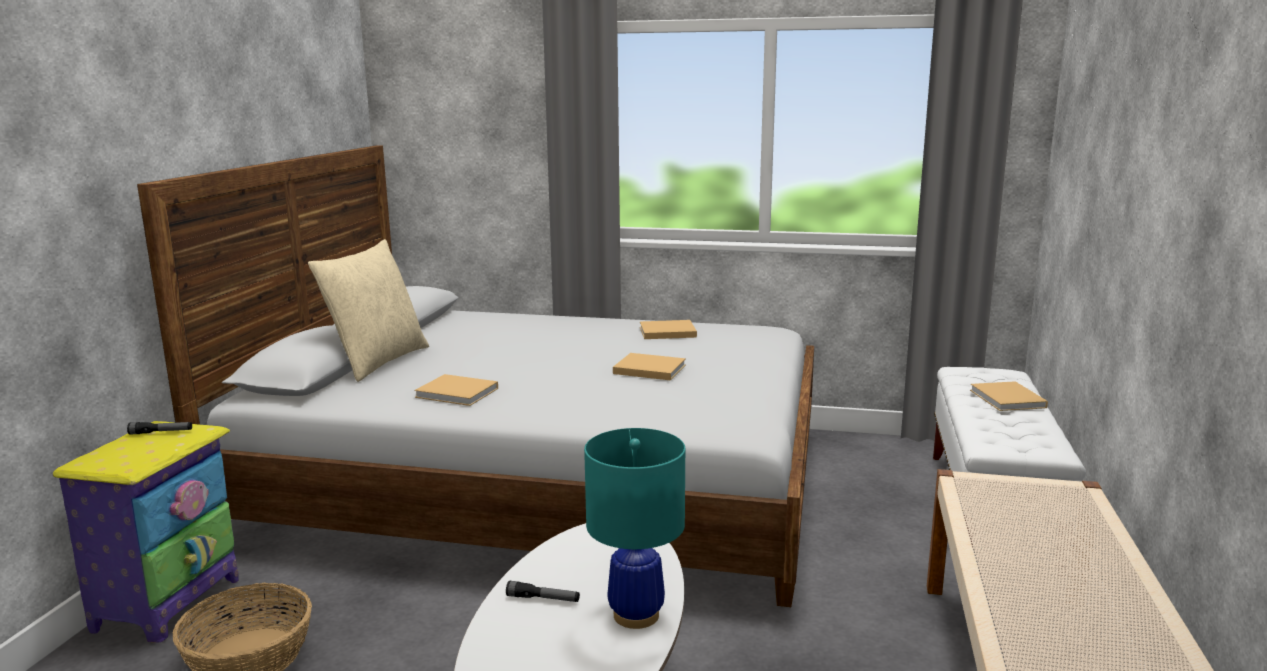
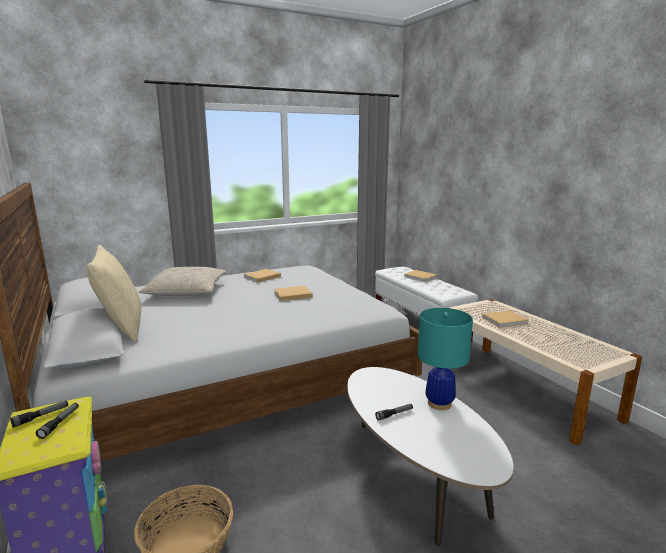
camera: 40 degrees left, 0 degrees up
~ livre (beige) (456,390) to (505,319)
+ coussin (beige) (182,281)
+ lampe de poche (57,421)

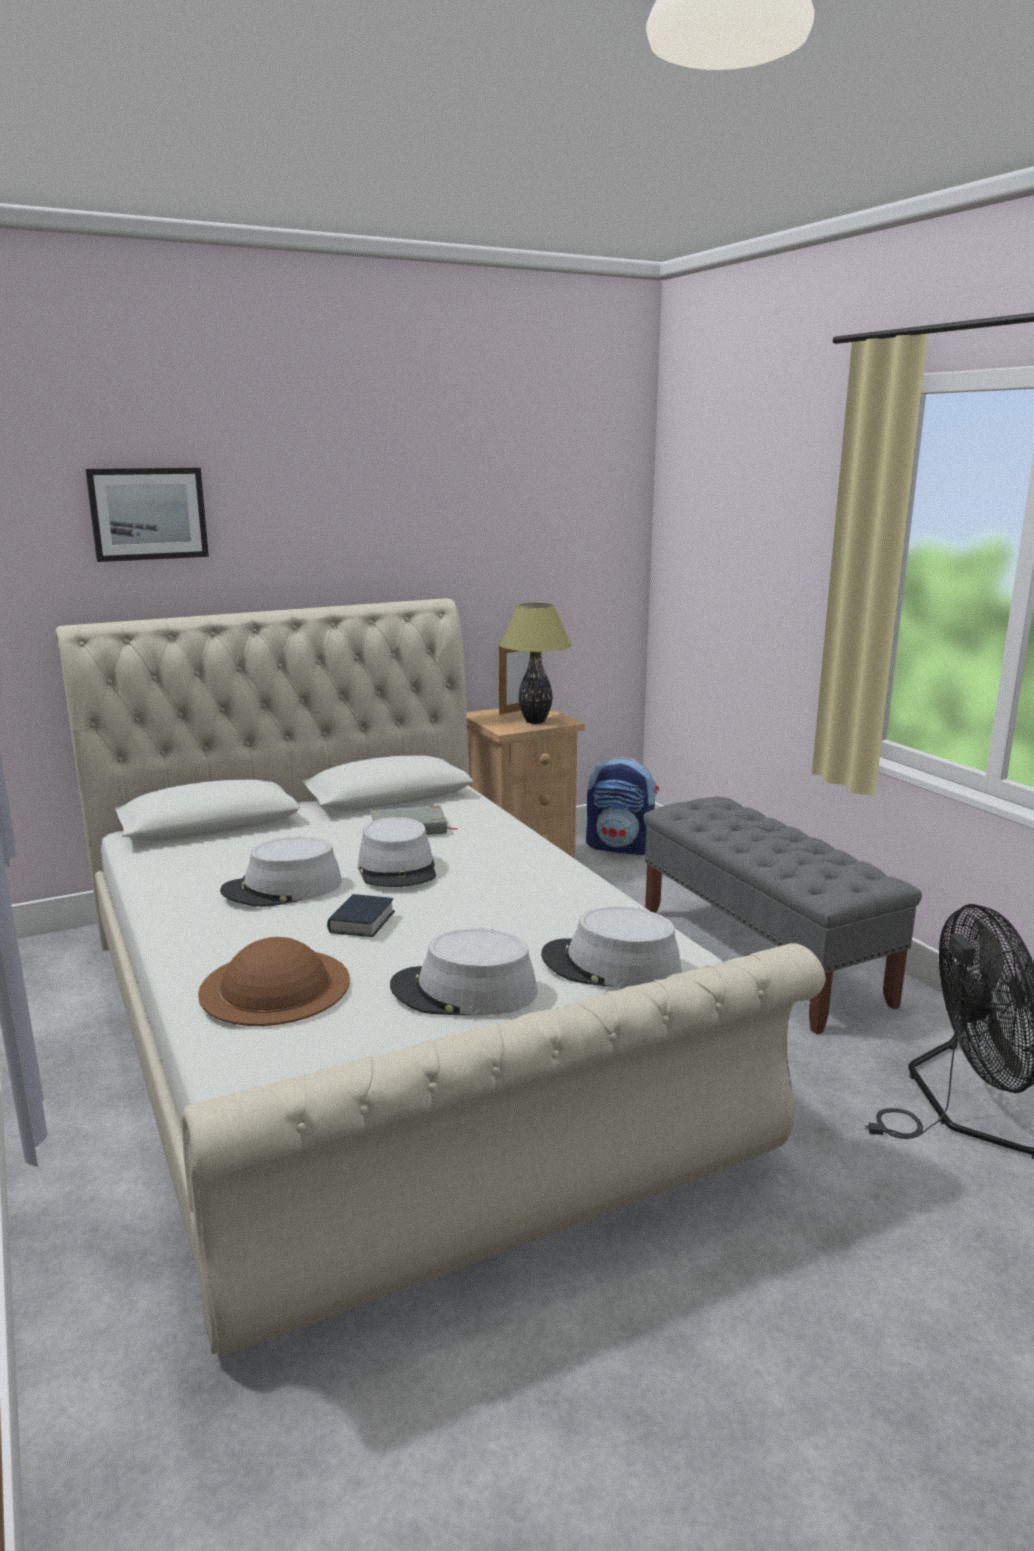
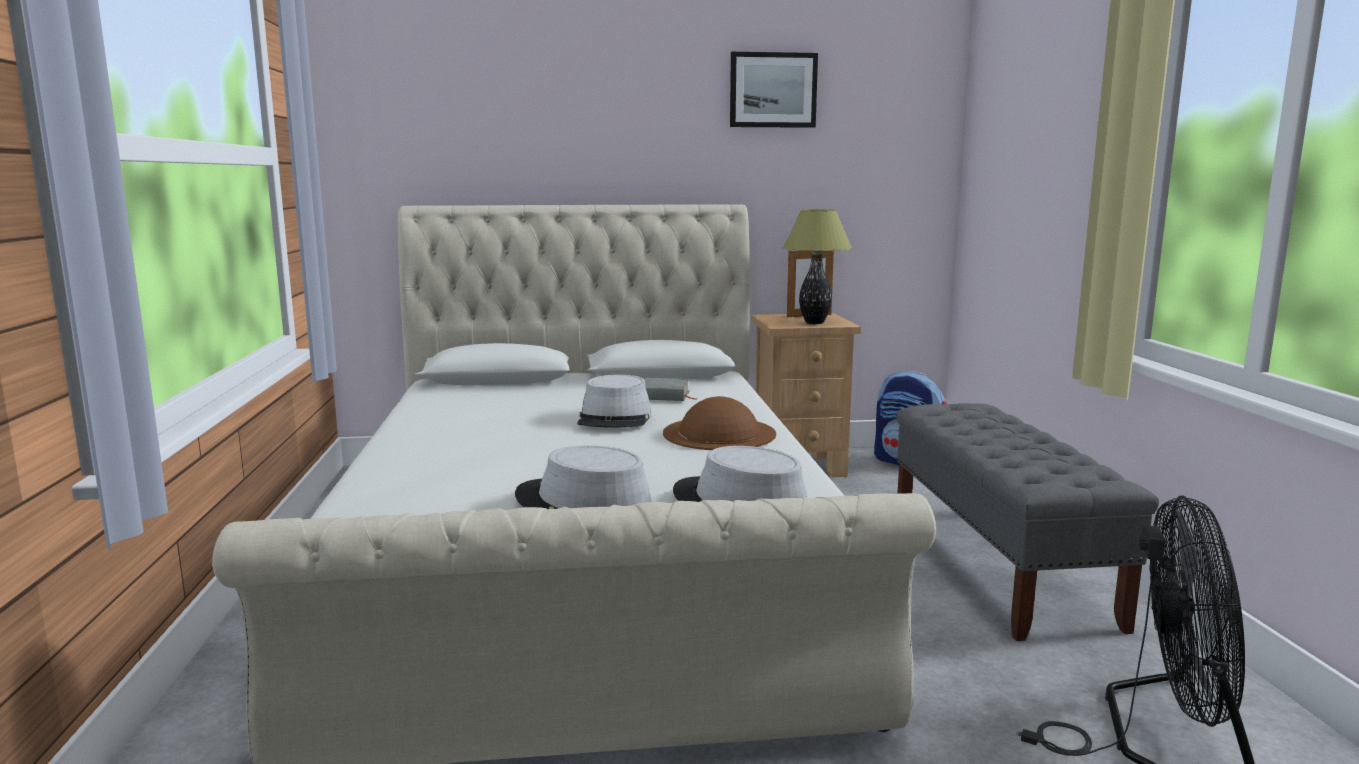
camera: 20 degrees right, 5 degrees down
~ tableau (147,515) to (774,90)
- chapeau (gris) (281,872)
- livre (361,915)
~ chapeau (marron) (274,981) to (719,423)

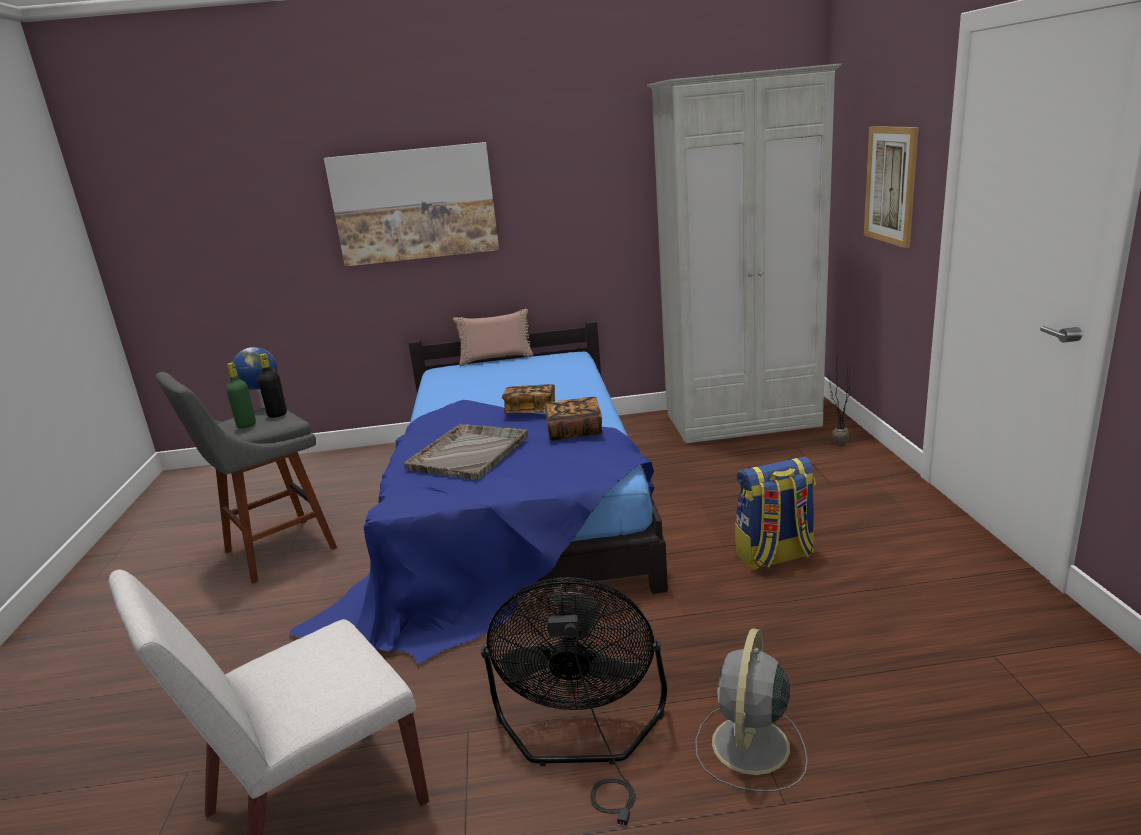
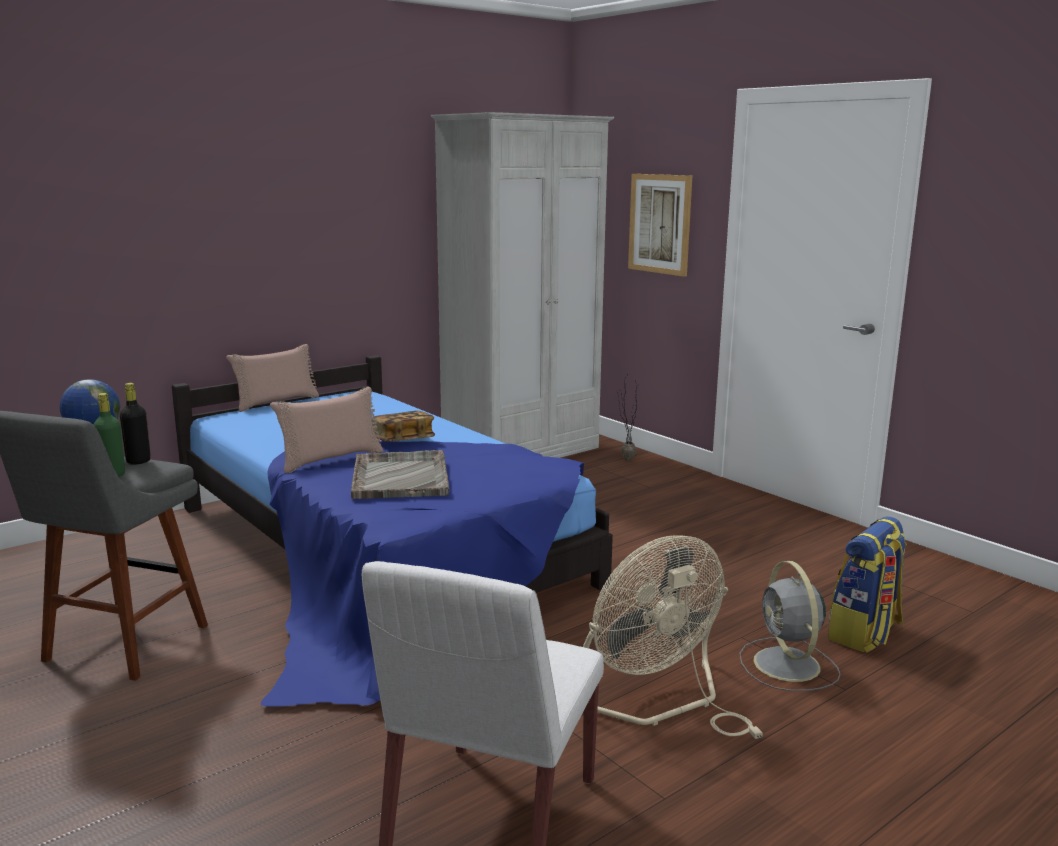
camera: 35 degrees left, 5 degrees down
- tableau (411,204)
- livre (573,419)
~ sac à dos (775,513) to (867,584)
~ ventilateur (noir) (574,701) to ventilateur (beige) (673,637)
+ coussin (beige) (326,430)

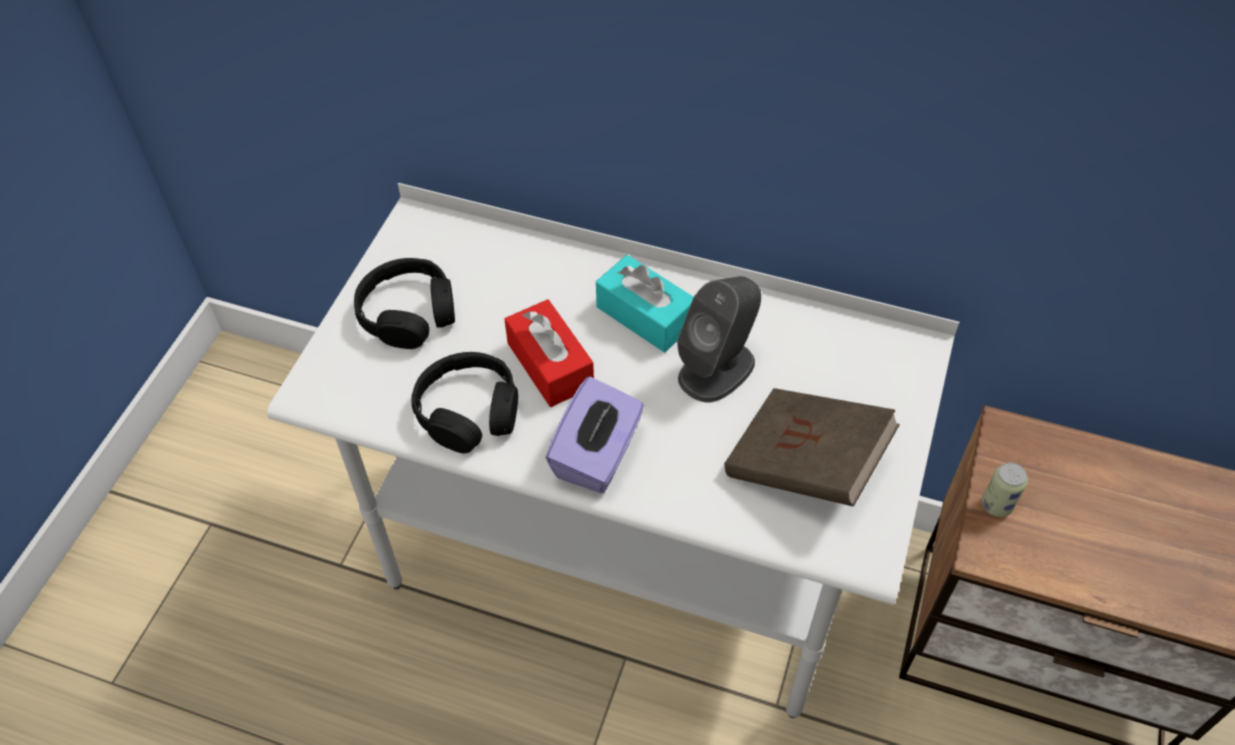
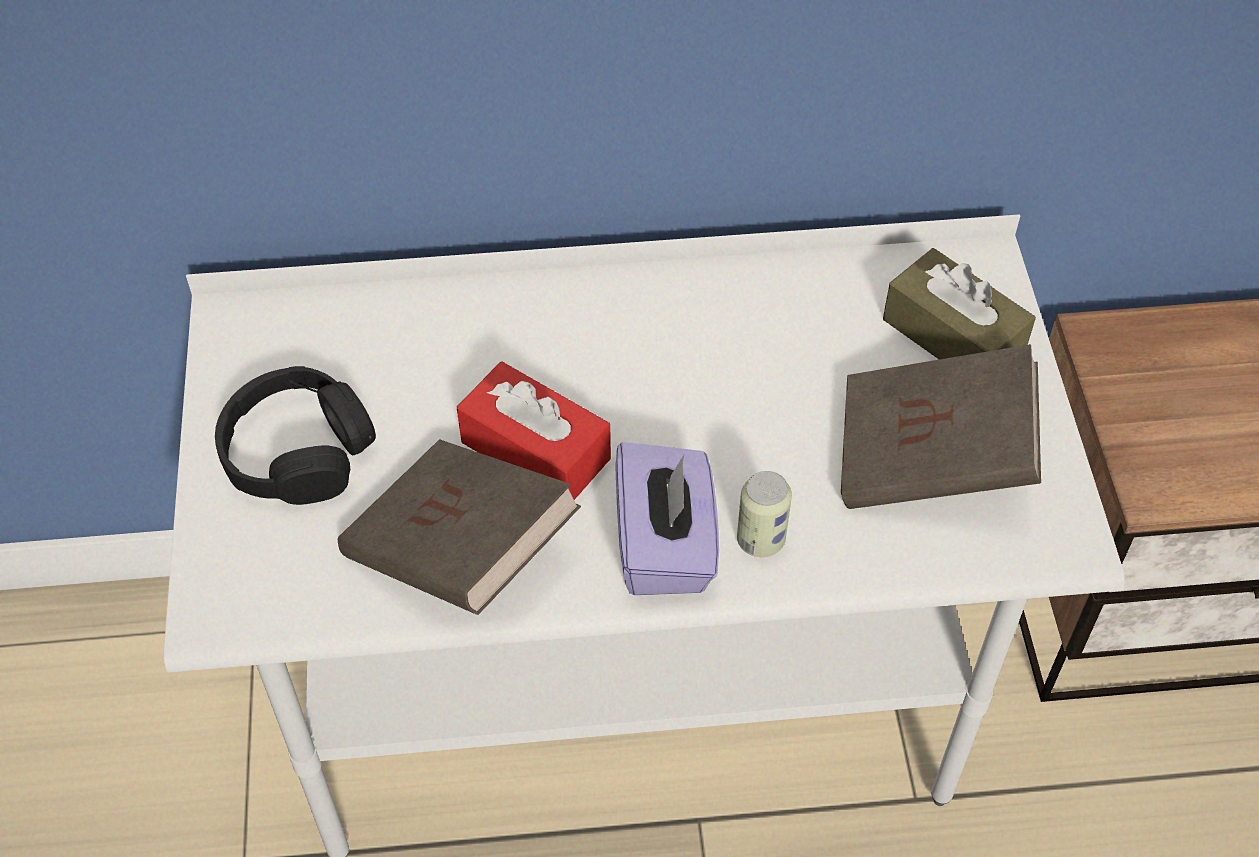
camera: 25 degrees left, 0 degrees up
- boîte à mouchoirs (turquoise) (644,303)
- enceinte (gris) (719,339)
~ casque audio (noir) (464,402) to livre (marron) (459,527)
~ boîte métallique (1005,490) to (764,514)
+ boîte à mouchoirs (marron) (959,304)

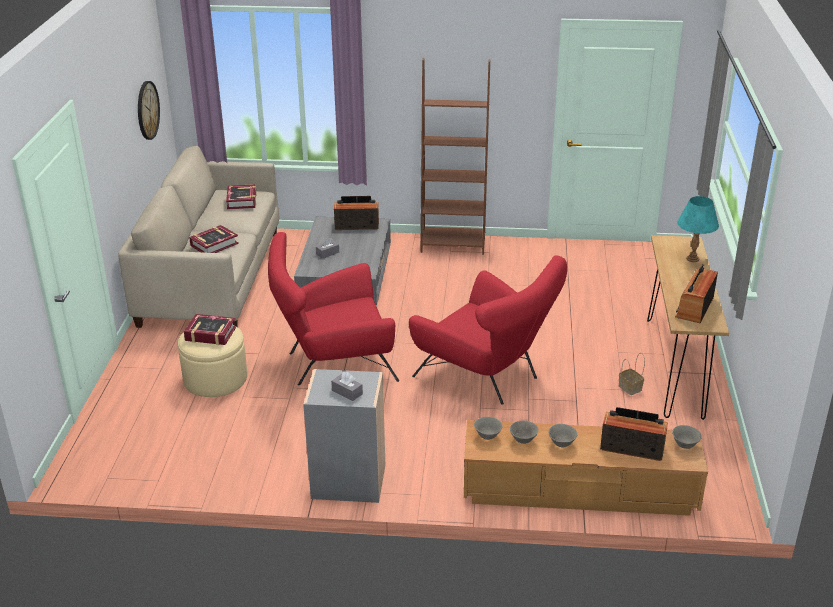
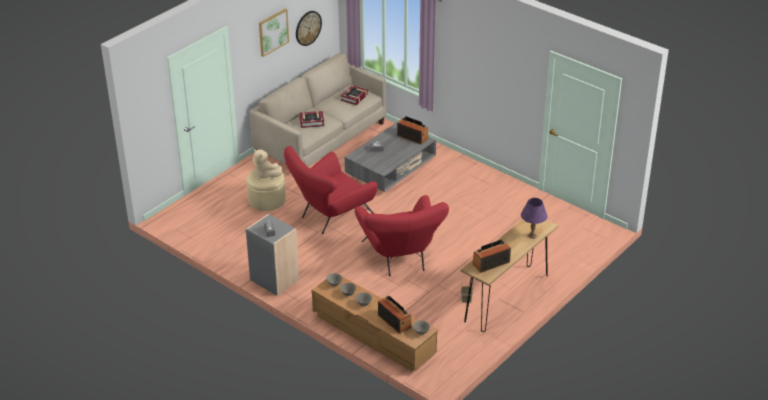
camera: 35 degrees right, 5 degrees up
- bibliothèque (marron) (455,156)
~ lampe de table (turquoise) (698,229) to lampe de table (violet) (534,218)
~ fauteuil (rouge) (333,308) = (331,190) 60 degrees counterclockwise
~ livre (210,329) to peluche (beige) (267,164)
+ tableau (274,32)

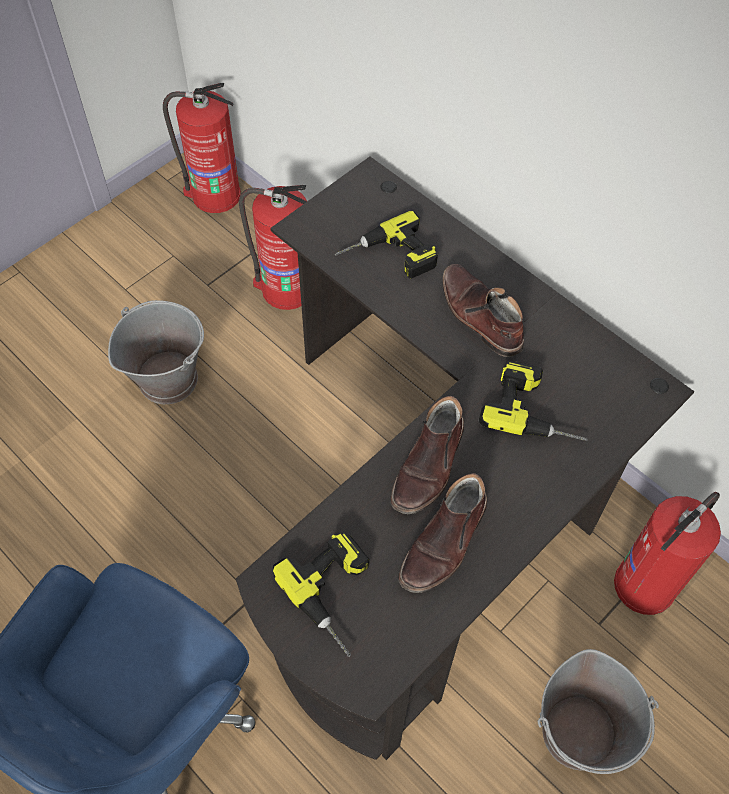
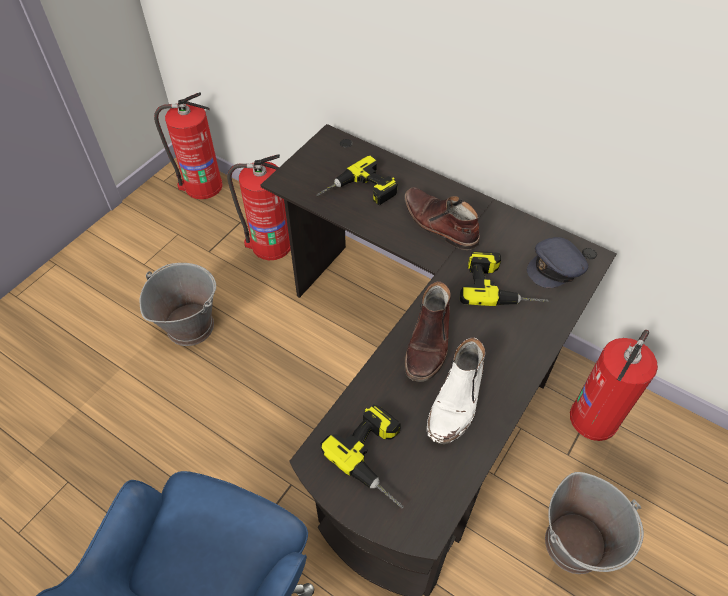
camera: 10 degrees left, 5 degrees down
~ botte (marron) (442,533) to botte (blanc) (456,391)
+ casquette (gris) (557,262)

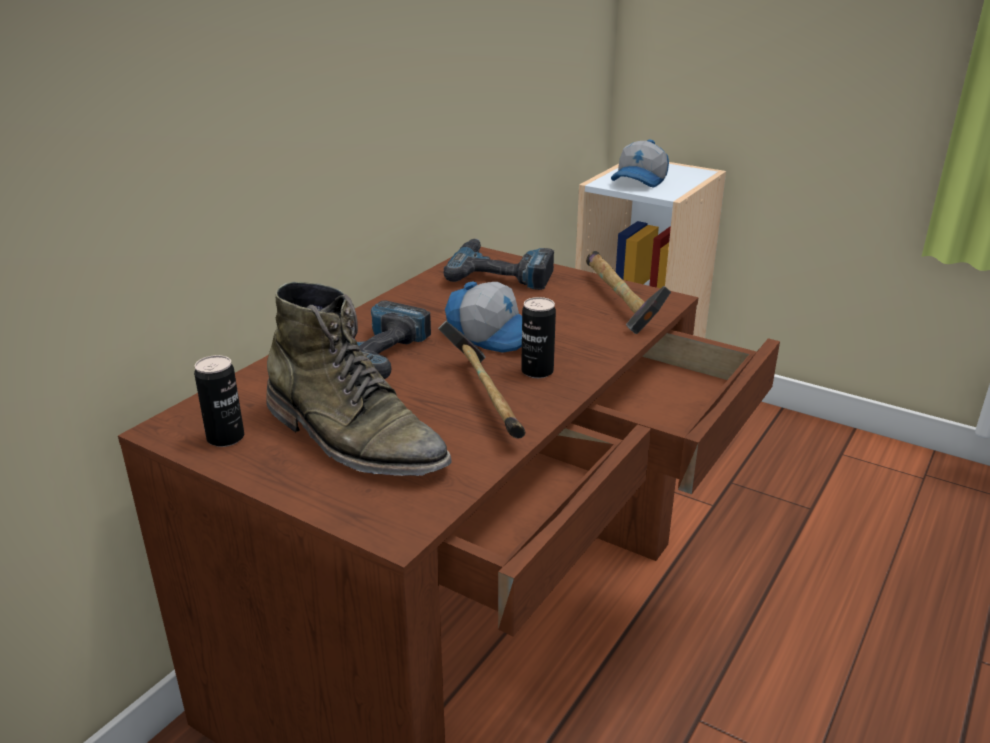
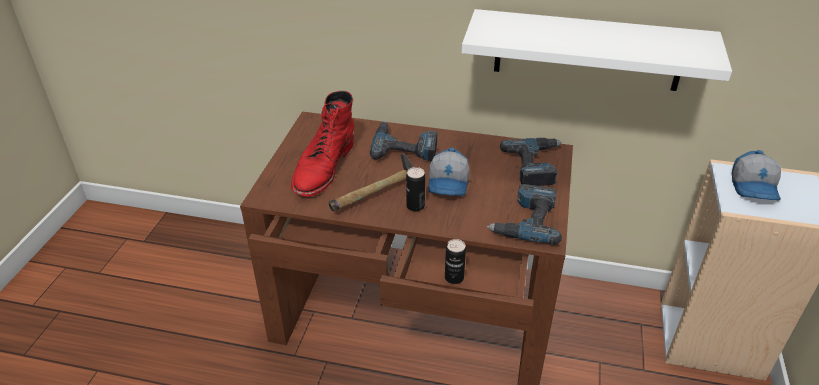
camera: 70 degrees right, 10 degrees up
~ casquette (640,163) = (756,175) 90 degrees counterclockwise
~ marteau (628,292) to perceuse (524,214)
~ botte (vert) (359,379) to botte (rouge) (322,143)
~ boîte métallique (219,401) to (455,261)
+ étagère (blanc) (597,50)

